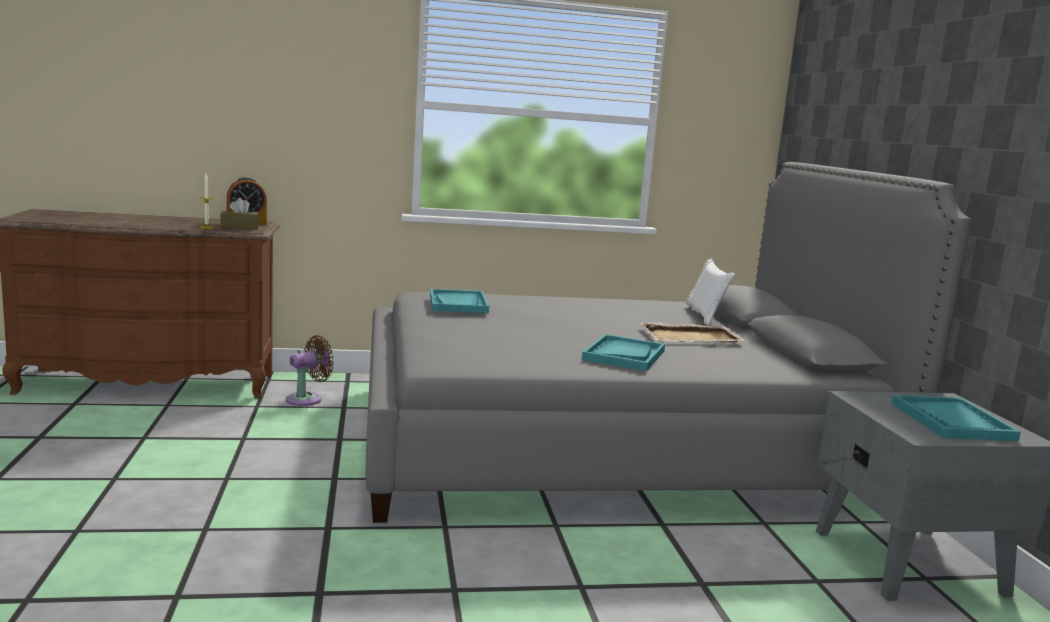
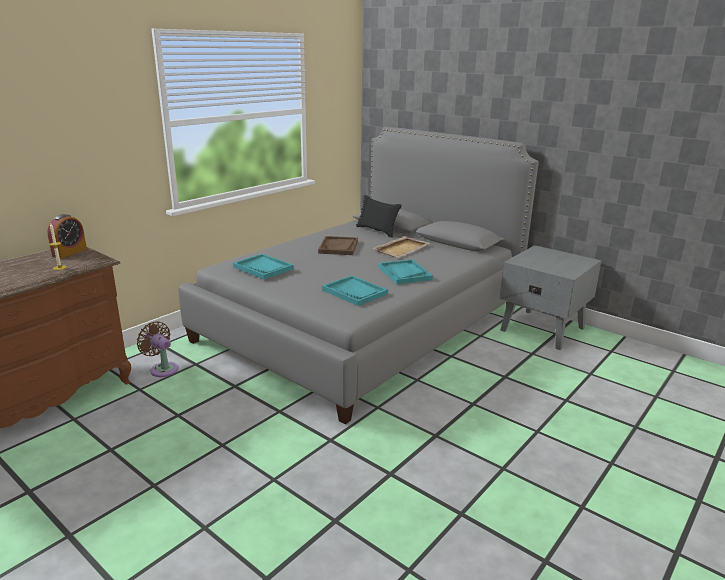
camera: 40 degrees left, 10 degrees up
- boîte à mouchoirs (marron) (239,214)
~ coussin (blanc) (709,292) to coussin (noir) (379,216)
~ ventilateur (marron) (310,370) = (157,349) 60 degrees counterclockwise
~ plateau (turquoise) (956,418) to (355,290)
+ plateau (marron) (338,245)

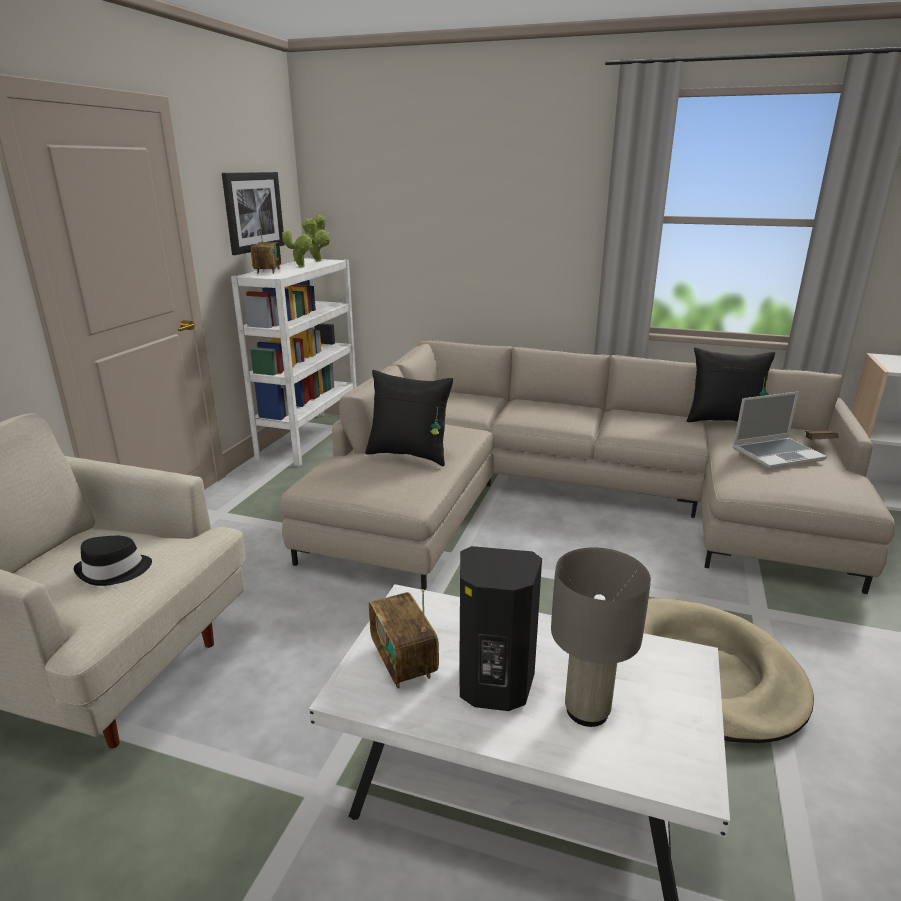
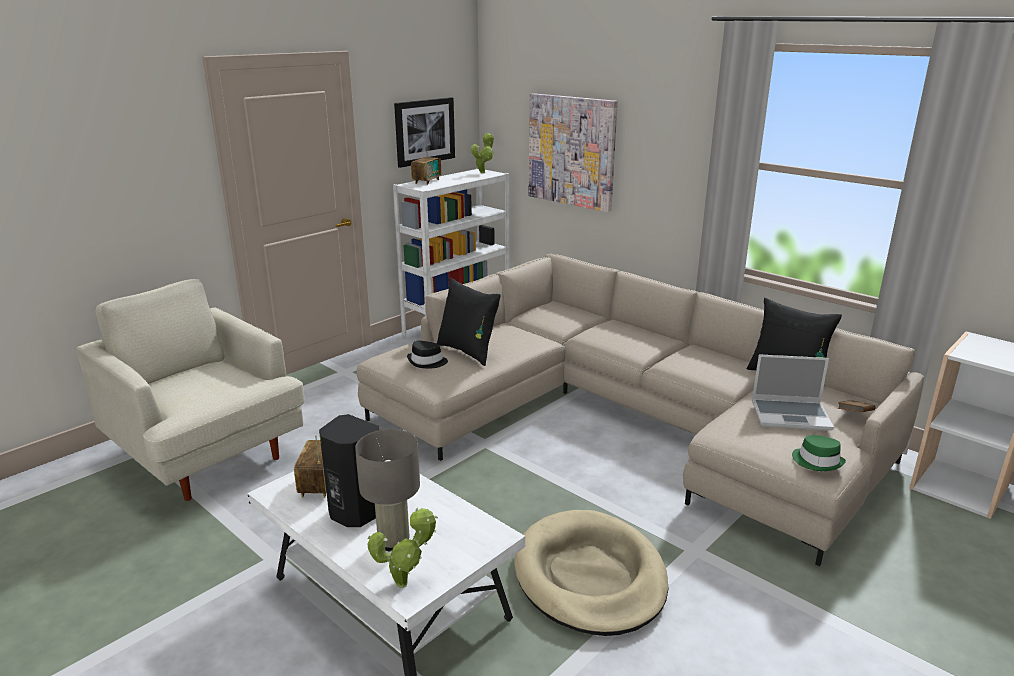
camera: 25 degrees right, 0 degrees up
~ plante en pot (299,242) to (402,547)
~ chapeau (noir) (113,561) to (427,354)
+ tableau (573,152)
+ chapeau (vert) (819,453)

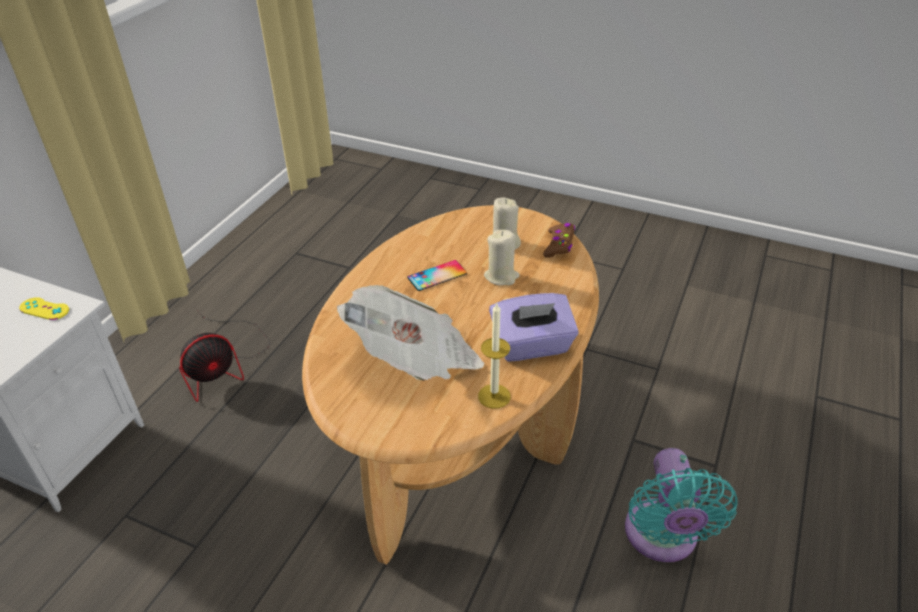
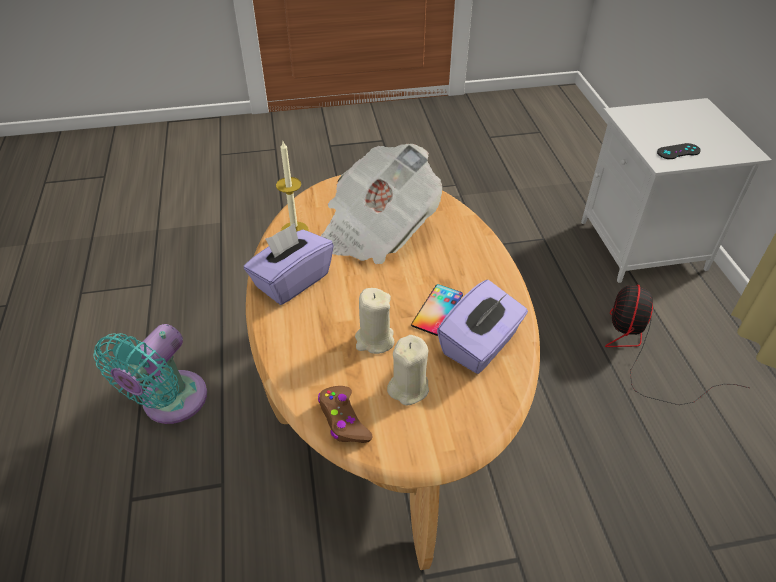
camera: 145 degrees right, 5 degrees up
~ manette (jaune) (44,308) to manette (noir) (679,151)
~ ventilateur (turquoise) (681,505) = (150,374) 120 degrees counterclockwise
+ boîte à mouchoirs (violet) (482,327)

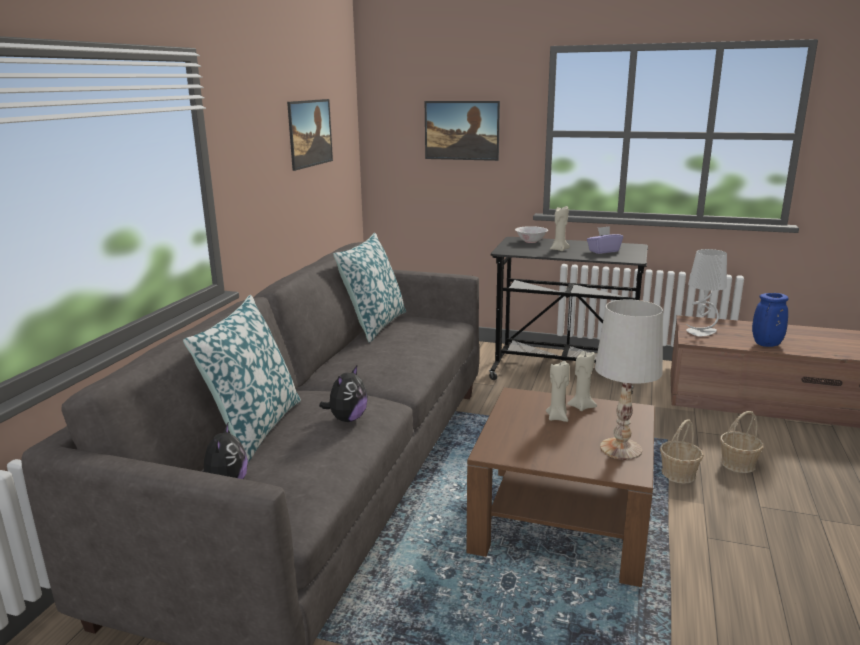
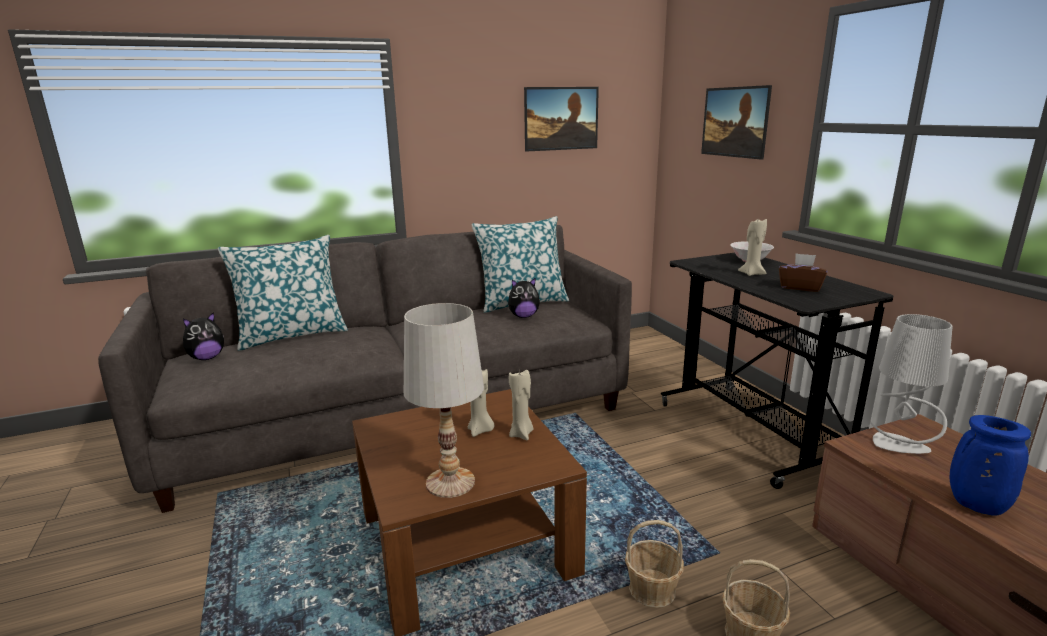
camera: 50 degrees right, 0 degrees up
~ boîte à mouchoirs (violet) (605,240) to boîte à mouchoirs (marron) (803,272)
~ peluche (343,394) to (524,298)

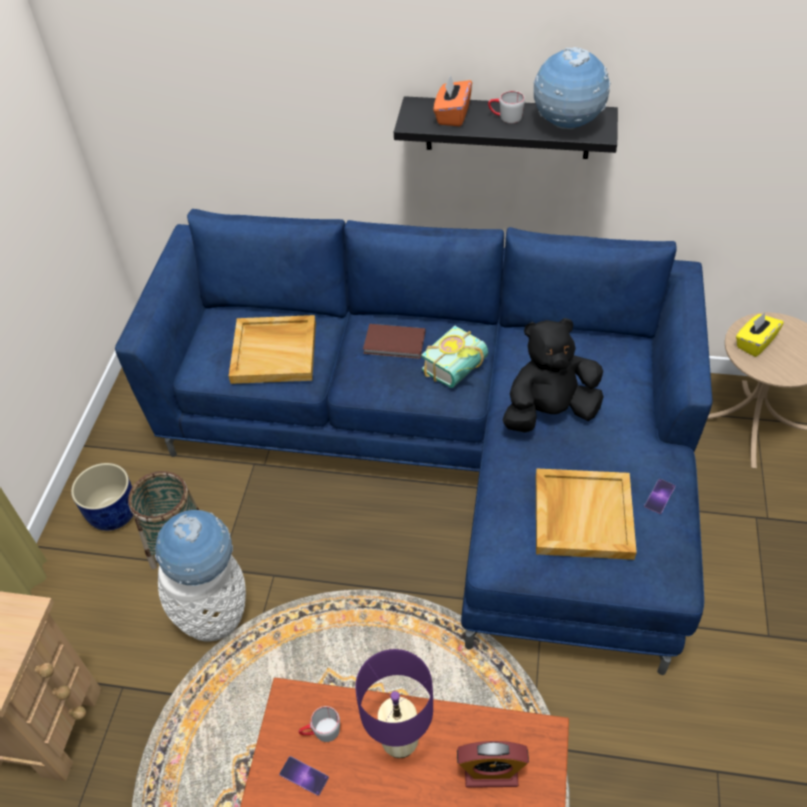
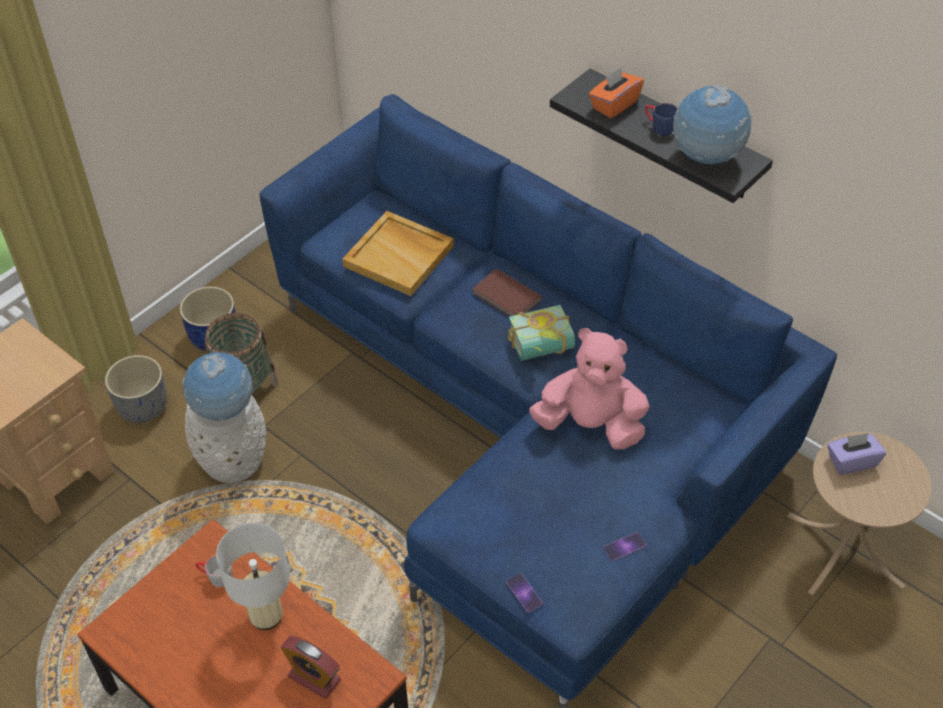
camera: 30 degrees right, 0 degrees up
~ mug (gris) (506,107) to mug (bleu) (661,119)
~ boîte à mouchoirs (jaune) (760,334) to boîte à mouchoirs (violet) (856,454)
~ peluche (noir) (553,375) to peluche (rose) (589,388)
- plateau (beige) (586,514)
~ lampe de table (violet) (394,703) to lampe de table (blanc) (252,576)
~ téléphone (304,776) to (524,593)
+ cache-pot (gris) (136,389)

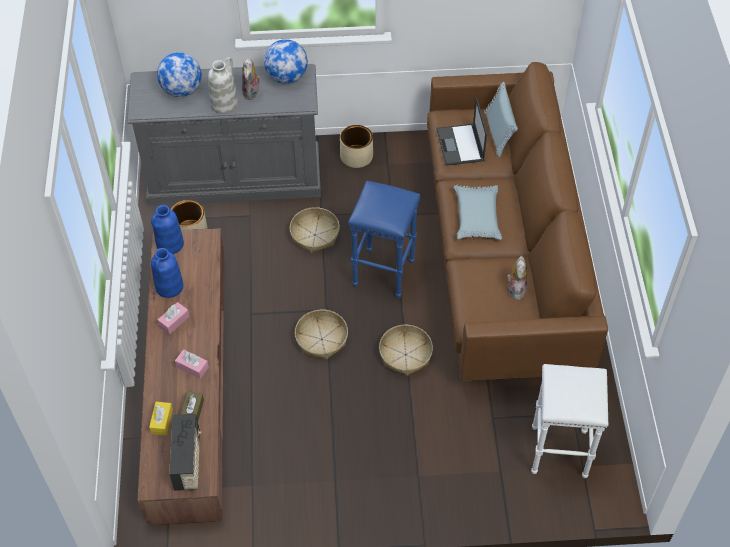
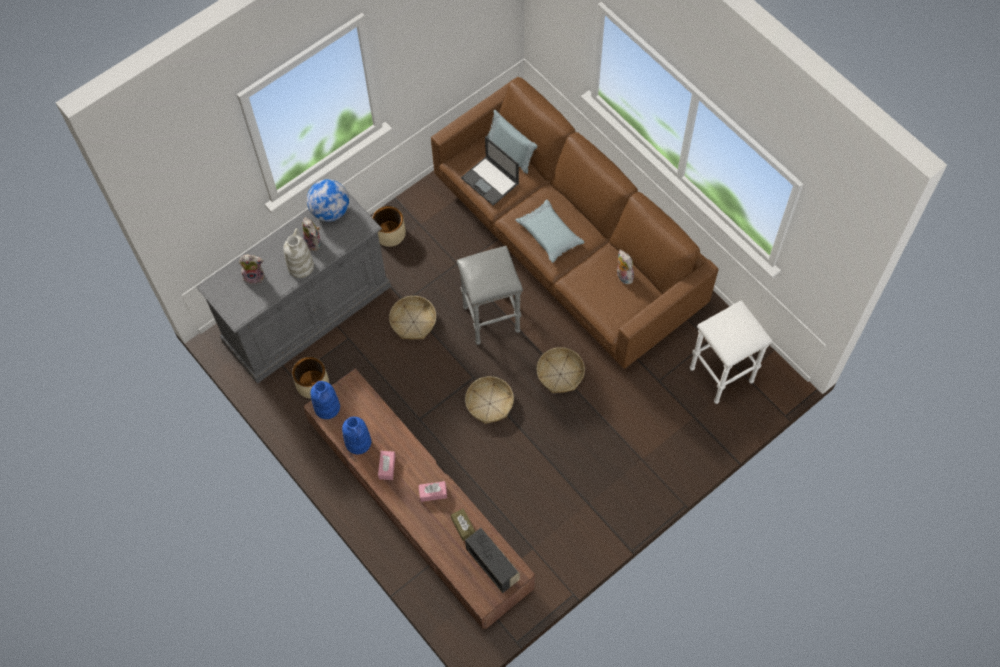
camera: 35 degrees left, 10 degrees up
~ globe (179,74) to peluche (252,270)
~ tabouret (bleu) (384,239) to tabouret (gris) (490,295)
- boîte à mouchoirs (jaune) (161,418)

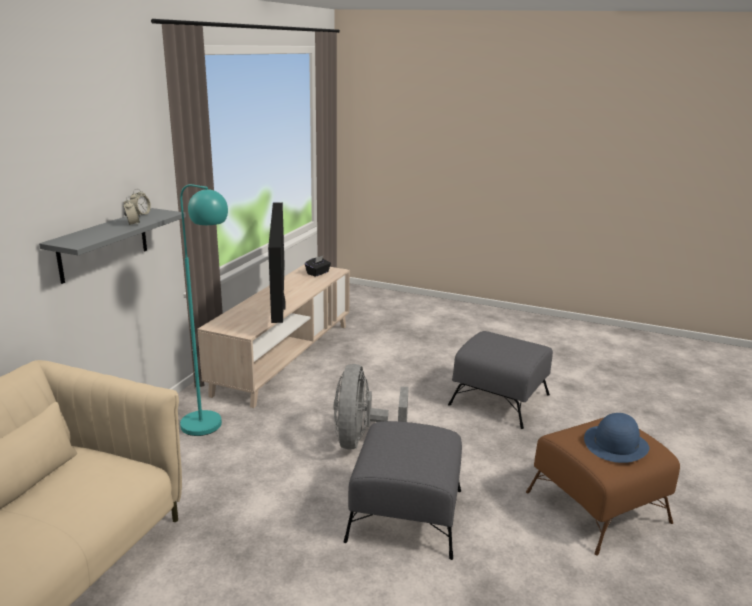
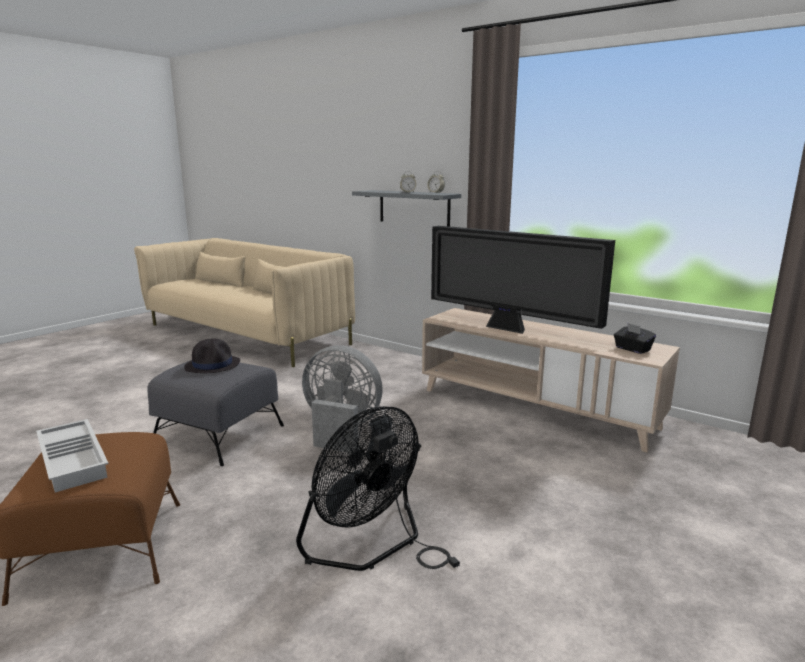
camera: 105 degrees right, 5 degrees down
- lampadaire (turquoise) (204,310)
~ téléviseur (277,263) = (523,280) 150 degrees counterclockwise
~ pouf (gris) (500,380) to ventilateur (noir) (378,488)
~ chapeau (bleu) (616,438) to plateau (blanc) (72,455)
+ chapeau (noir) (212,355)

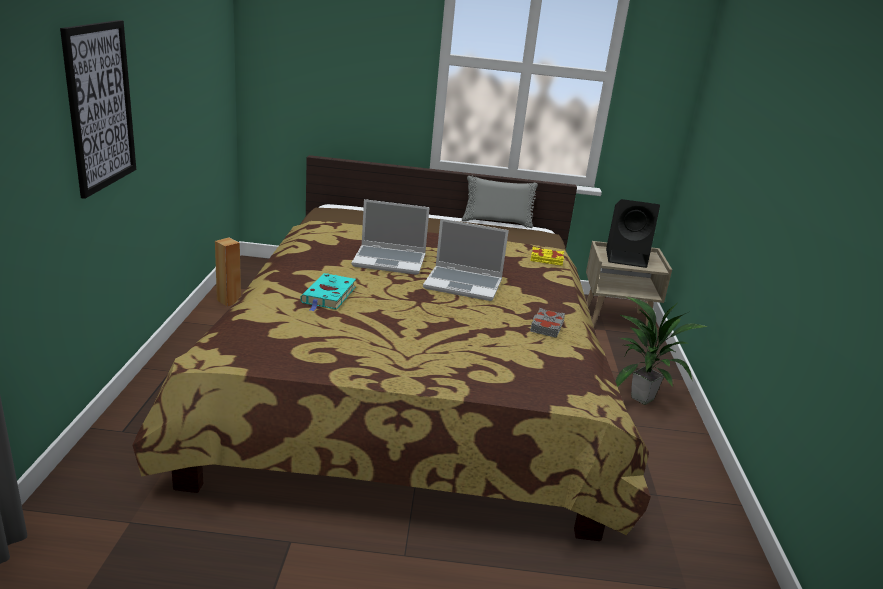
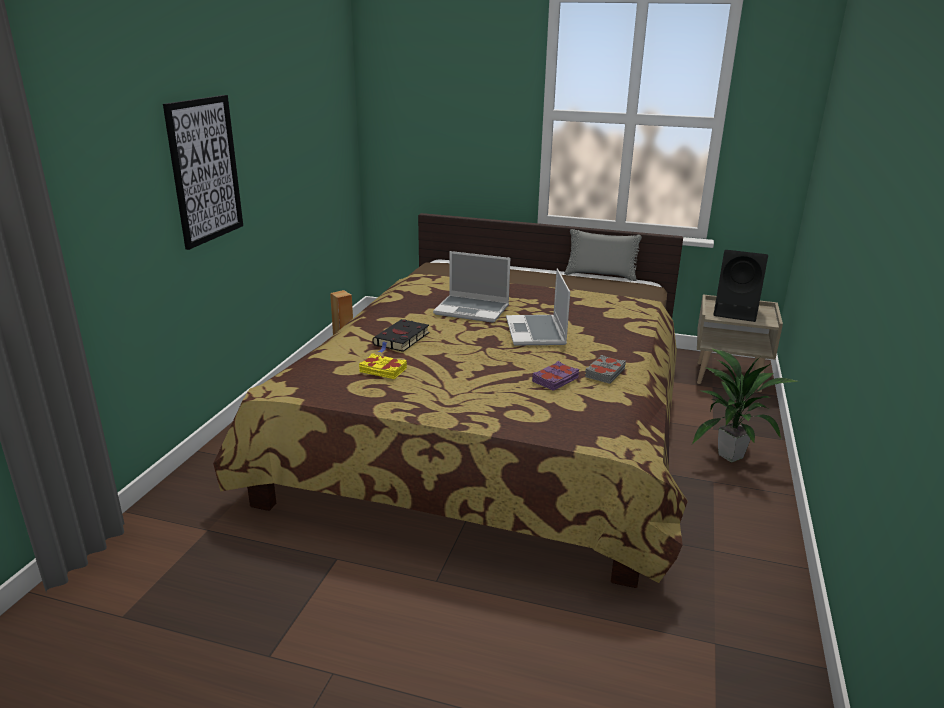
camera: 15 degrees right, 0 degrees up
~ ordinateur portable (466,260) = (538,307) 60 degrees clockwise
~ livre (jaune) (547,256) to (383,366)
~ livre (turquoise) (328,292) to livre (noir) (400,336)
+ livre (violet) (555,376)

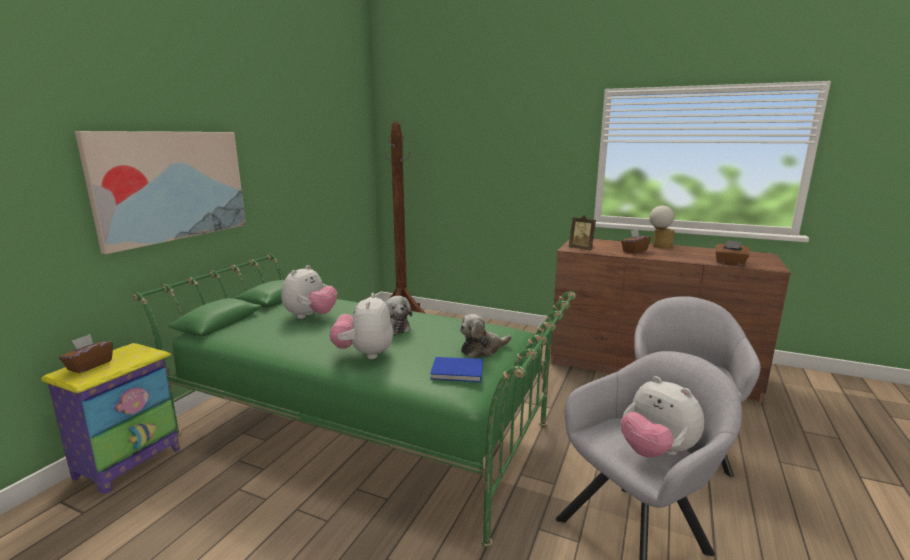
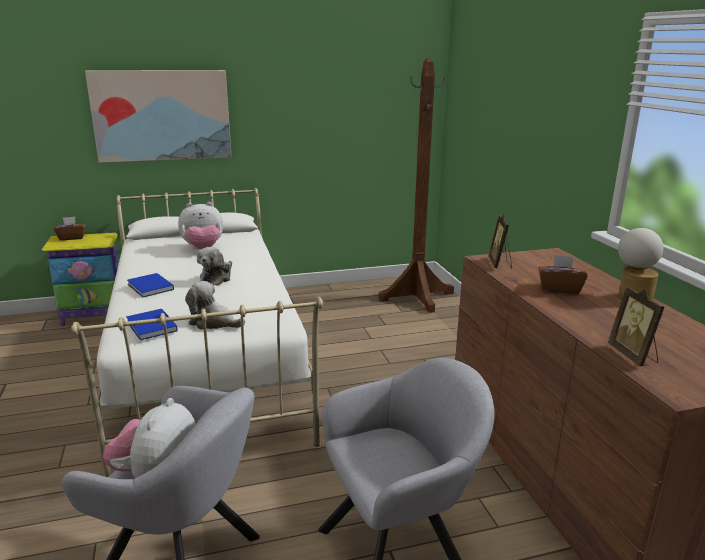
camera: 50 degrees right, 5 degrees up
~ boîte à mouchoirs (marron) (733,252) to cadre photo (636,326)
~ lit (vert) (355,400) to lit (blanc) (197,332)
~ peluche (361,326) to livre (bleu) (150,285)

